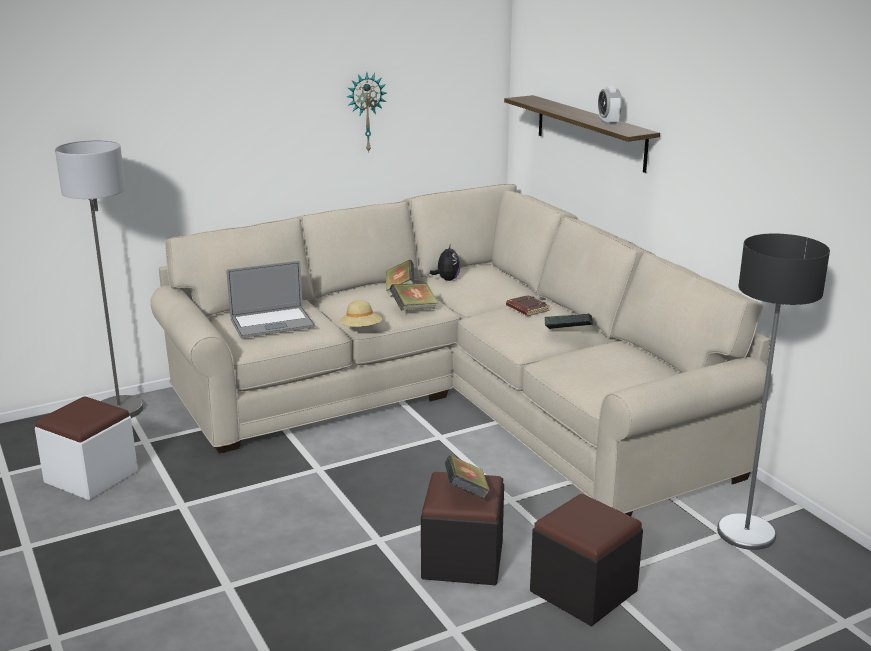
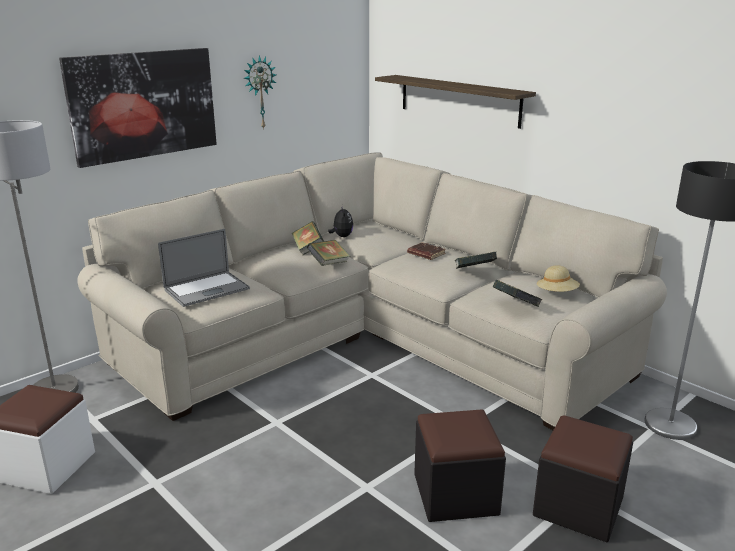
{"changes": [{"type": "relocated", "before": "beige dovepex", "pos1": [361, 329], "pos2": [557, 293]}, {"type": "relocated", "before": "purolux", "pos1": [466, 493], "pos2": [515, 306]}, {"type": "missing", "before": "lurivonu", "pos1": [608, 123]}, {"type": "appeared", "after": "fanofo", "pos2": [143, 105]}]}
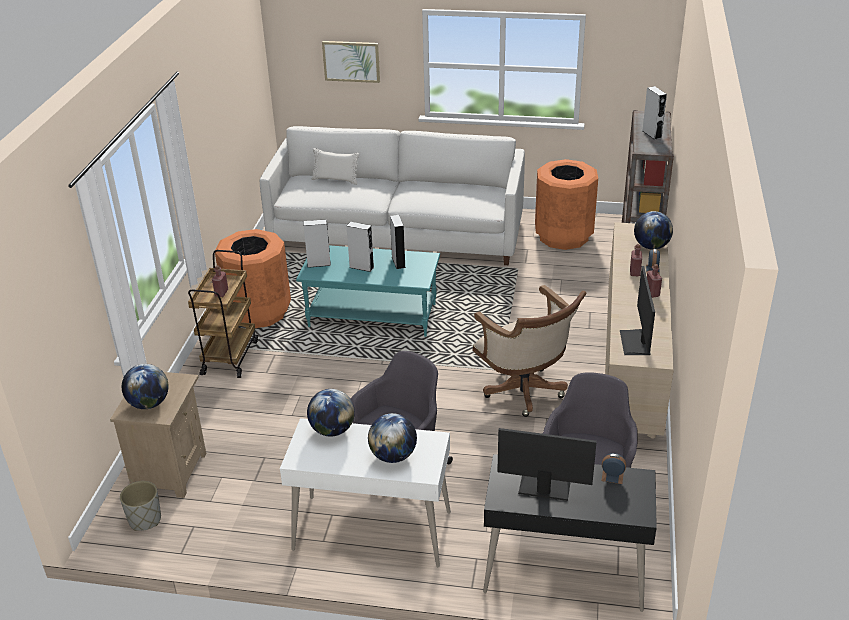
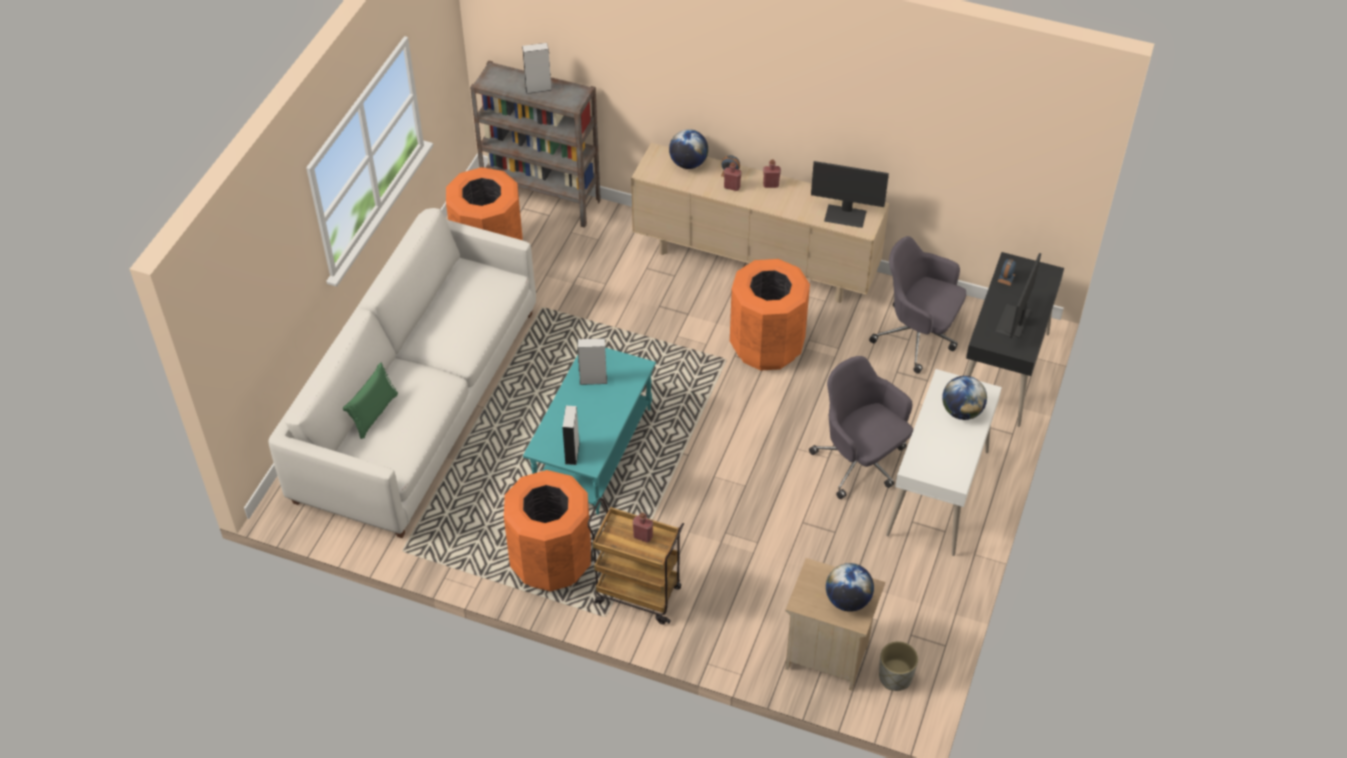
{"changes": [{"type": "missing", "before": "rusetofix", "pos1": [332, 430]}, {"type": "colour", "before": "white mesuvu", "after": "green mesuvu", "pos1": [336, 180], "pos2": [374, 413]}, {"type": "missing", "before": "fanofo", "pos1": [351, 61]}, {"type": "missing", "before": "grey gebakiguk", "pos1": [361, 267]}, {"type": "exchanged", "before": "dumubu", "after": "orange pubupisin", "pos1": [526, 392], "pos2": [767, 347]}]}
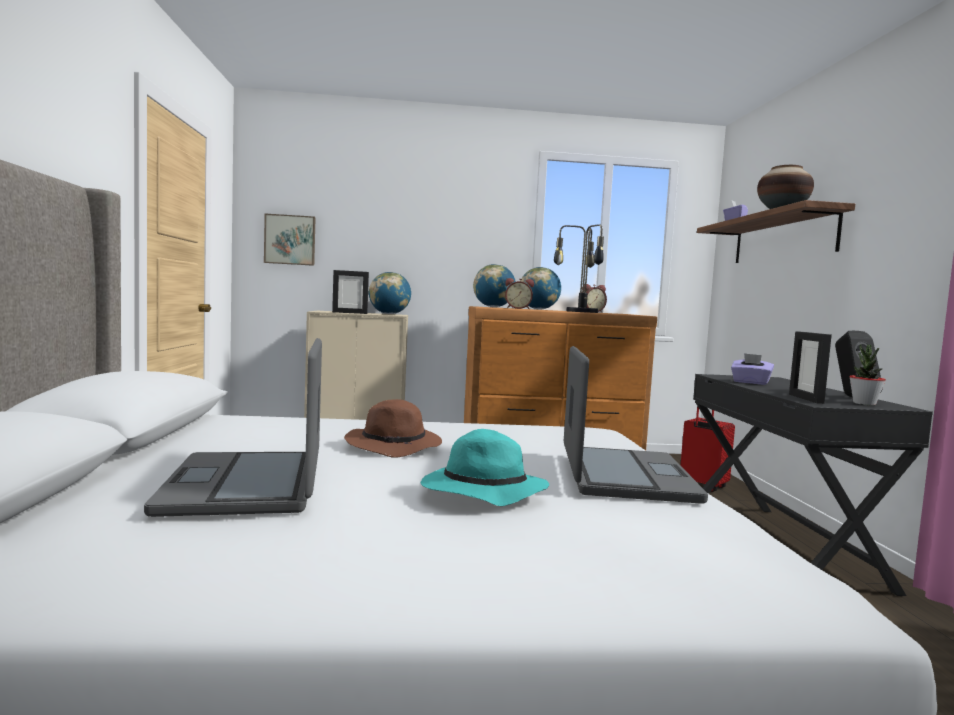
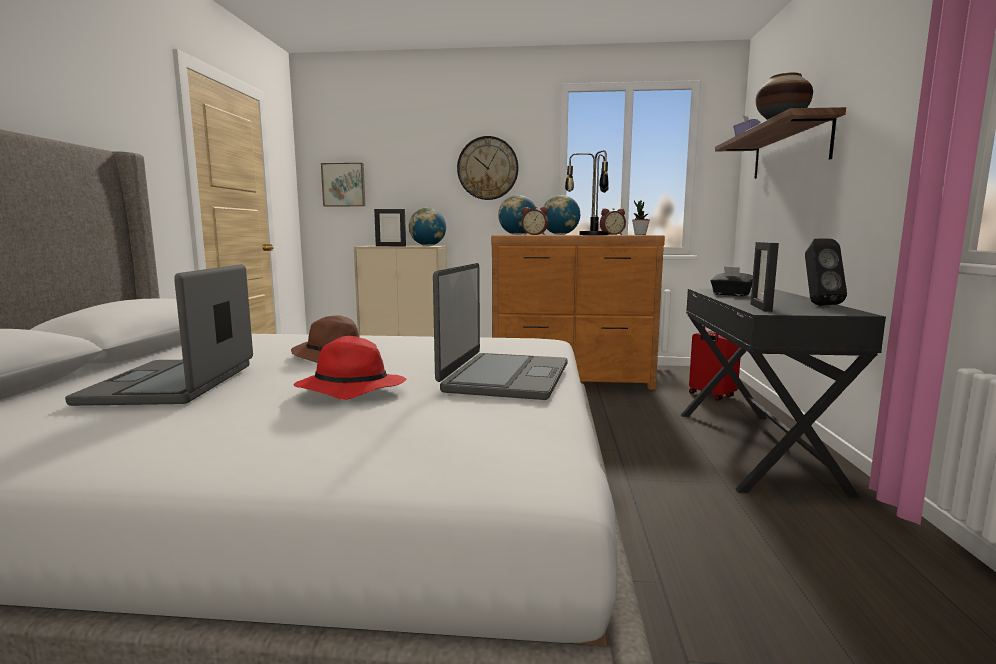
{"changes": [{"type": "colour", "before": "turquoise dovepex", "after": "red dovepex", "pos1": [481, 492], "pos2": [349, 389]}, {"type": "colour", "before": "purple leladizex", "after": "black leladizex", "pos1": [750, 382], "pos2": [730, 294]}, {"type": "relocated", "before": "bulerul", "pos1": [864, 403], "pos2": [640, 235]}, {"type": "appeared", "after": "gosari", "pos2": [487, 168]}]}
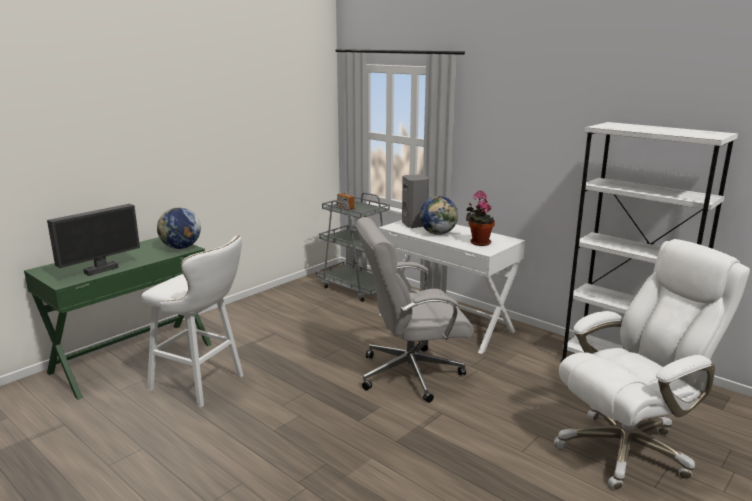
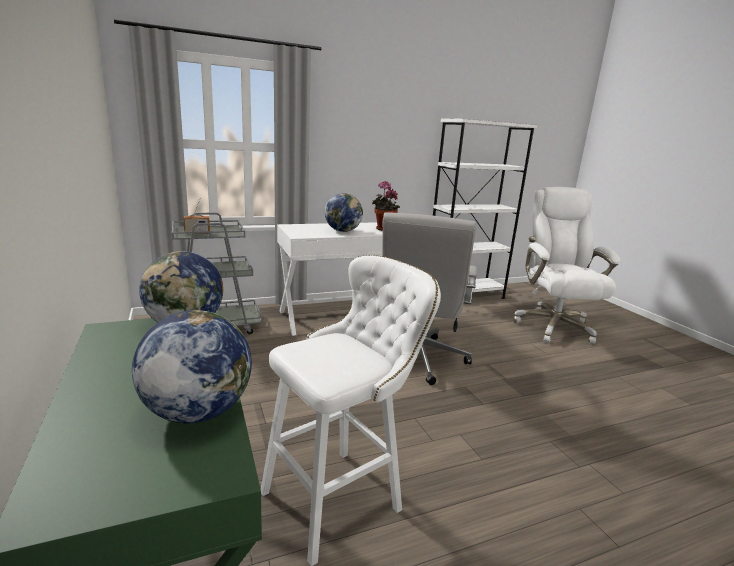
{"changes": [{"type": "exchanged", "before": "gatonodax", "after": "rusetofix", "pos1": [101, 270], "pos2": [197, 412]}, {"type": "missing", "before": "grey gebakiguk", "pos1": [415, 225]}]}
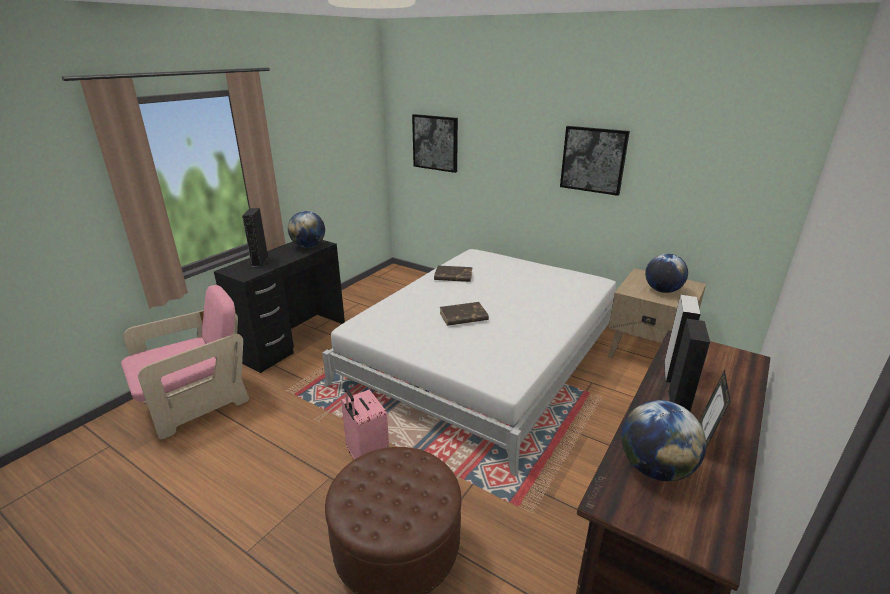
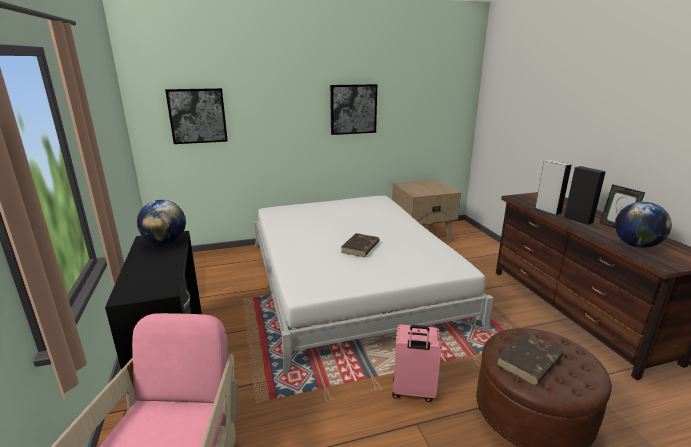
{"changes": [{"type": "missing", "before": "black gebakiguk", "pos1": [260, 261]}, {"type": "relocated", "before": "brown purolux", "pos1": [453, 276], "pos2": [529, 361]}, {"type": "missing", "before": "rusetofix", "pos1": [662, 290]}]}
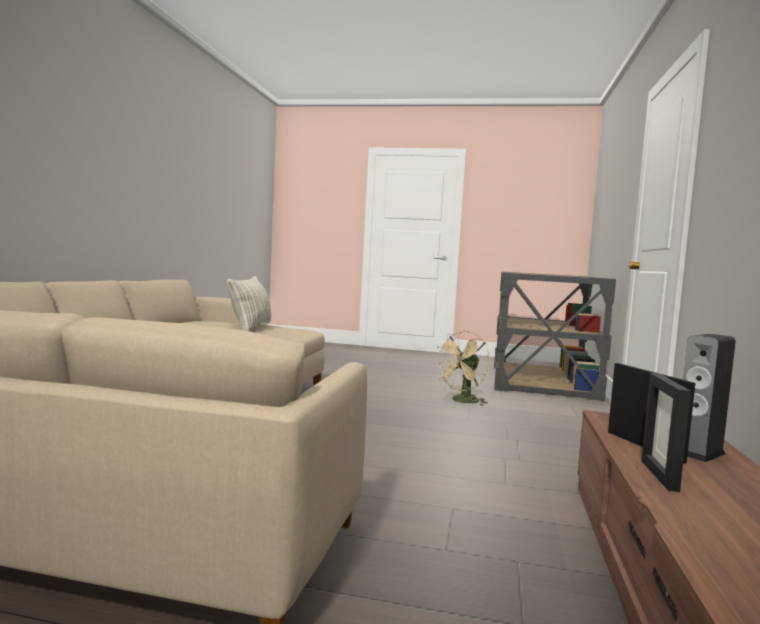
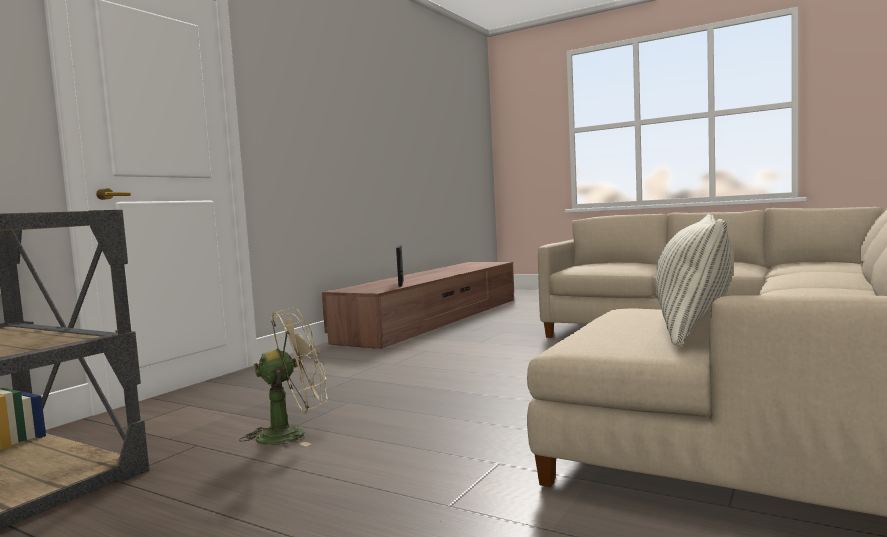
{"changes": [{"type": "missing", "before": "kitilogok", "pos1": [661, 475]}, {"type": "missing", "before": "gebakiguk", "pos1": [699, 453]}]}
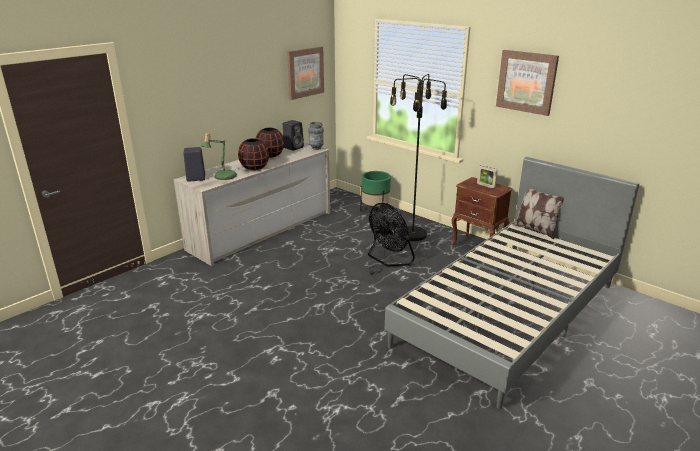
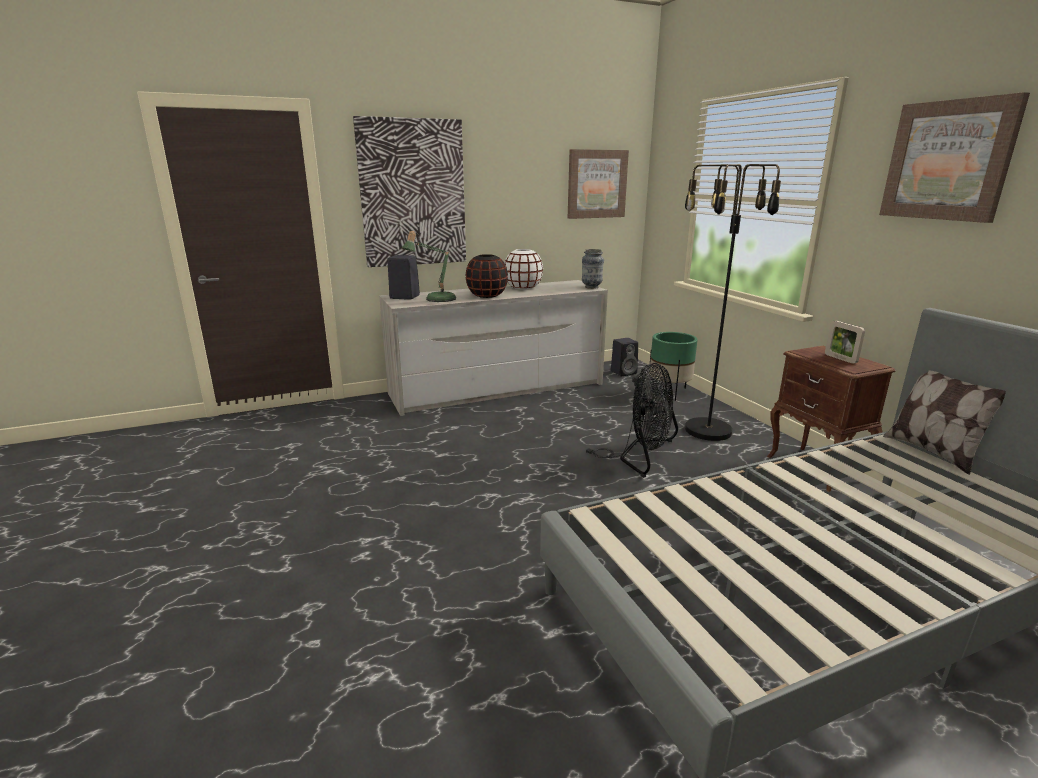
{"changes": [{"type": "colour", "before": "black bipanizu", "after": "white bipanizu", "pos1": [270, 155], "pos2": [523, 287]}, {"type": "relocated", "before": "black gebakiguk", "pos1": [293, 147], "pos2": [624, 372]}, {"type": "spun", "before": "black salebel", "pos1": [384, 259], "pos2": [639, 455], "turn": 45}, {"type": "appeared", "after": "fanofo", "pos2": [413, 194]}]}
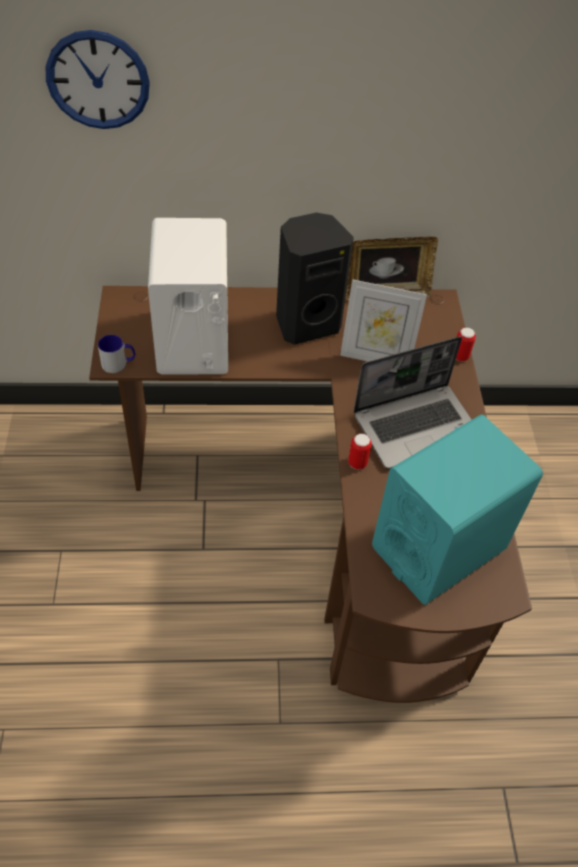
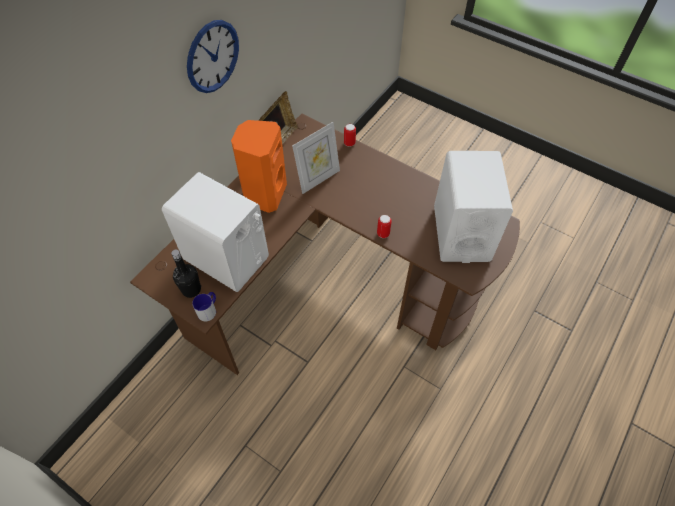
{"changes": [{"type": "relocated", "before": "gosari", "pos1": [98, 80], "pos2": [212, 56]}, {"type": "colour", "before": "black gebakiguk", "after": "orange gebakiguk", "pos1": [306, 323], "pos2": [264, 194]}, {"type": "missing", "before": "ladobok", "pos1": [417, 425]}, {"type": "colour", "before": "turquoise gebakiguk", "after": "white gebakiguk", "pos1": [438, 547], "pos2": [461, 233]}, {"type": "appeared", "after": "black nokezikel", "pos2": [191, 289]}]}
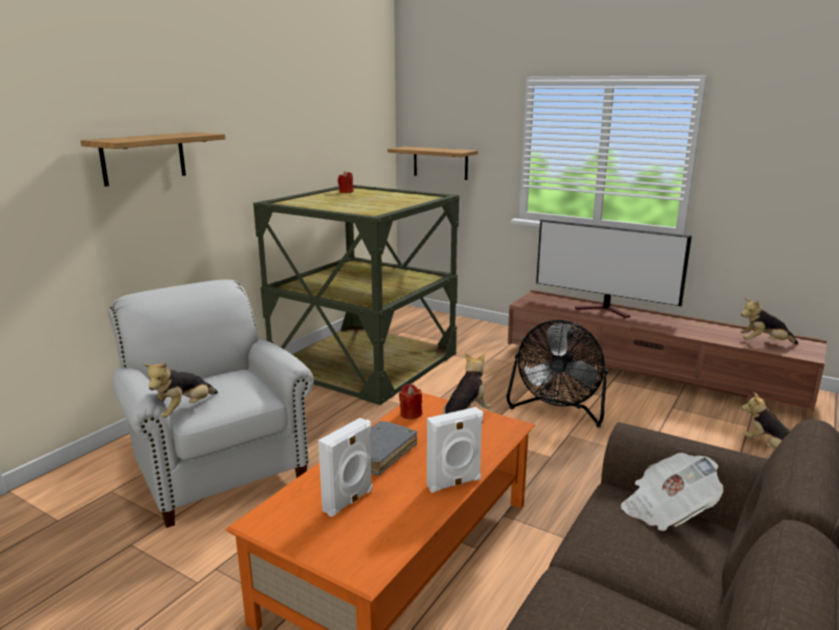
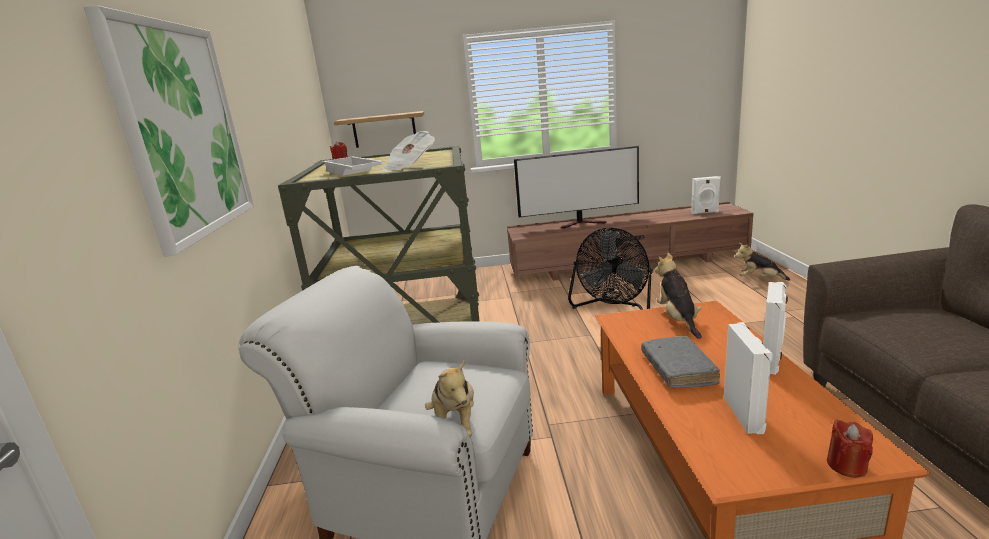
{"changes": [{"type": "exchanged", "before": "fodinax", "after": "fanofo", "pos1": [144, 158], "pos2": [184, 131]}, {"type": "relocated", "before": "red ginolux", "pos1": [410, 414], "pos2": [846, 465]}, {"type": "spun", "before": "black salebel", "pos1": [555, 409], "pos2": [612, 307], "turn": 45}, {"type": "relocated", "before": "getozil", "pos1": [667, 510], "pos2": [409, 166]}, {"type": "exchanged", "before": "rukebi", "after": "white gebakiguk", "pos1": [764, 343], "pos2": [705, 212]}, {"type": "appeared", "after": "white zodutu", "pos2": [352, 172]}]}
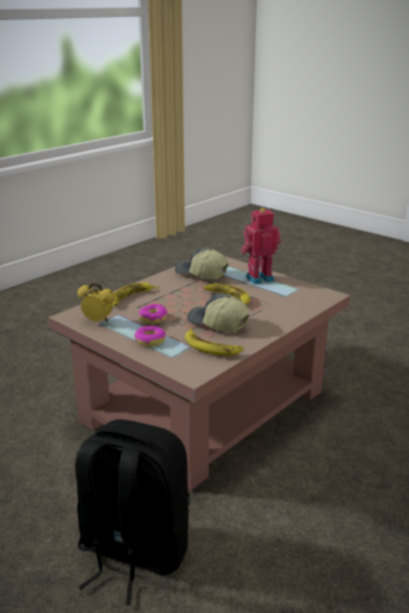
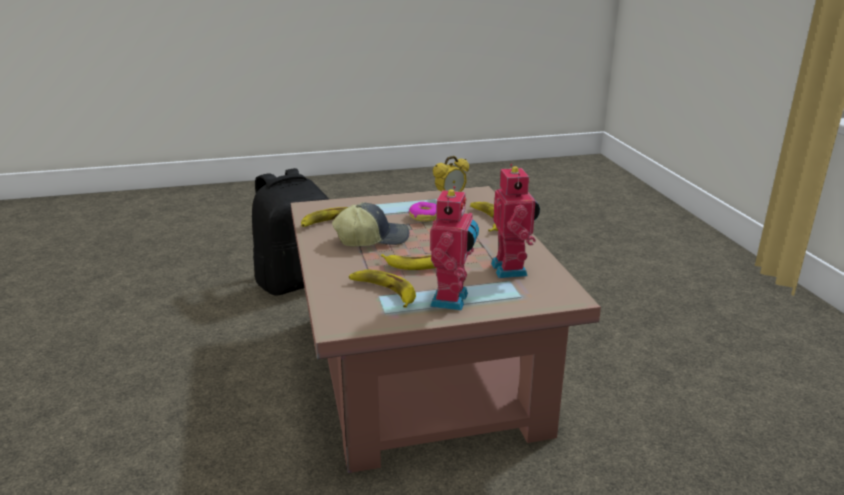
{"changes": [{"type": "missing", "before": "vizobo", "pos1": [150, 340]}, {"type": "exchanged", "before": "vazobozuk", "after": "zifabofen", "pos1": [200, 274], "pos2": [512, 269]}, {"type": "appeared", "after": "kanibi", "pos2": [384, 292]}]}
